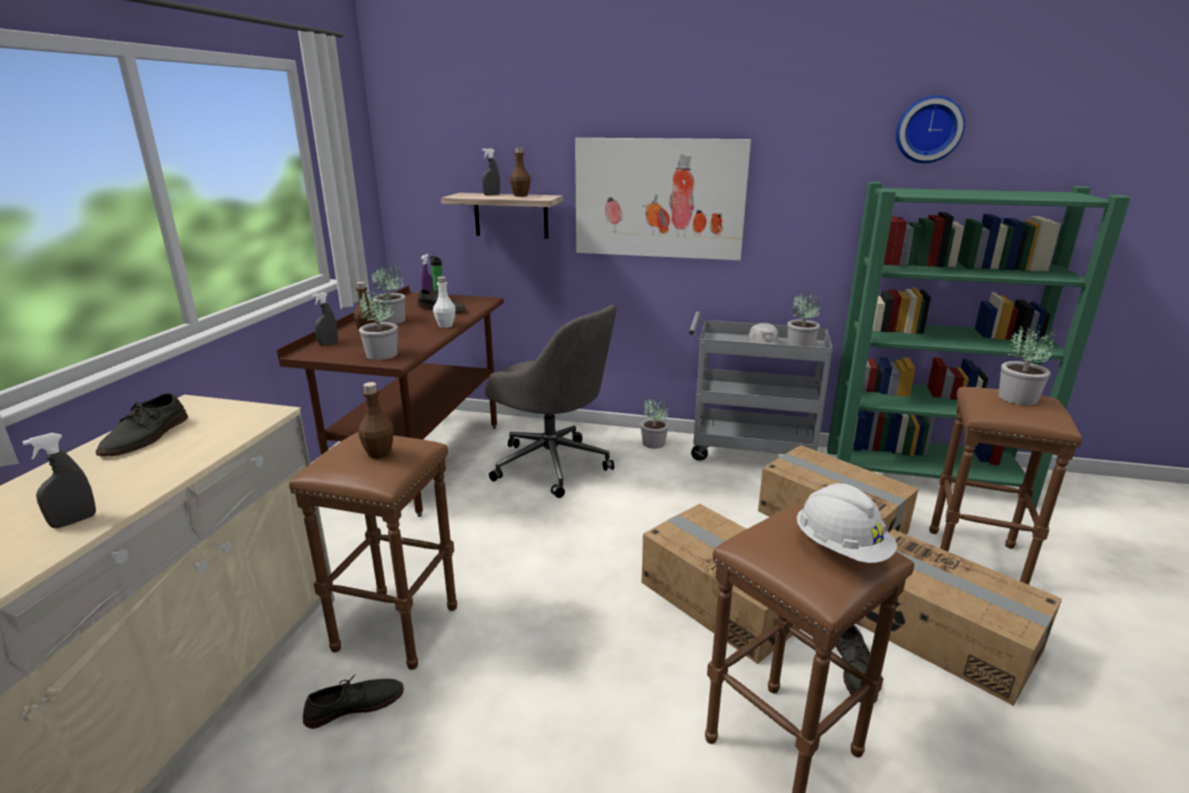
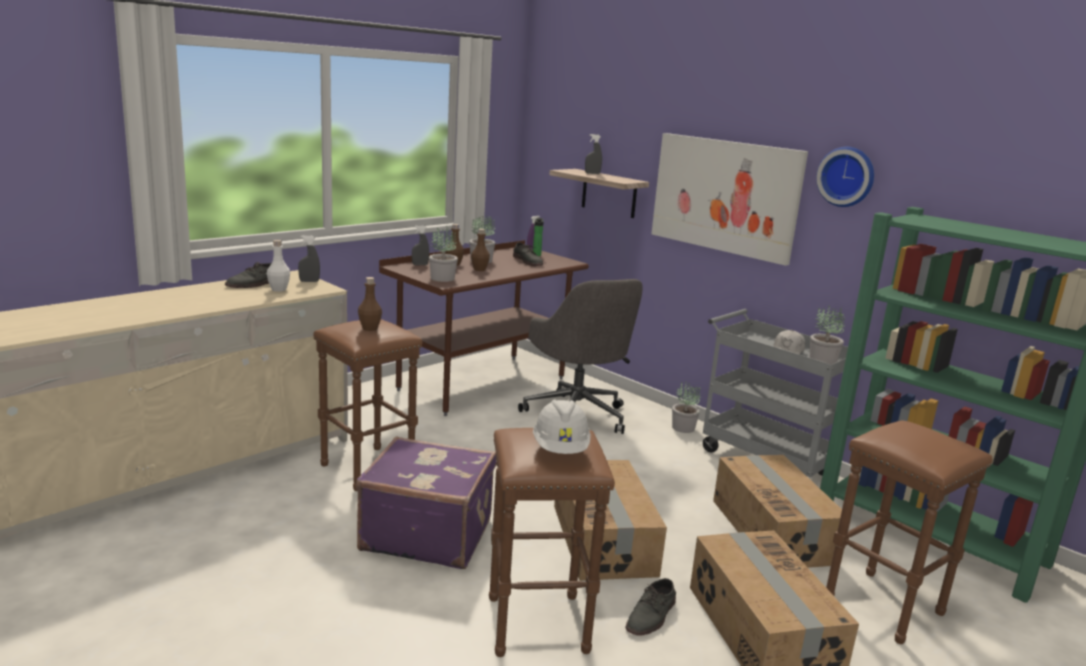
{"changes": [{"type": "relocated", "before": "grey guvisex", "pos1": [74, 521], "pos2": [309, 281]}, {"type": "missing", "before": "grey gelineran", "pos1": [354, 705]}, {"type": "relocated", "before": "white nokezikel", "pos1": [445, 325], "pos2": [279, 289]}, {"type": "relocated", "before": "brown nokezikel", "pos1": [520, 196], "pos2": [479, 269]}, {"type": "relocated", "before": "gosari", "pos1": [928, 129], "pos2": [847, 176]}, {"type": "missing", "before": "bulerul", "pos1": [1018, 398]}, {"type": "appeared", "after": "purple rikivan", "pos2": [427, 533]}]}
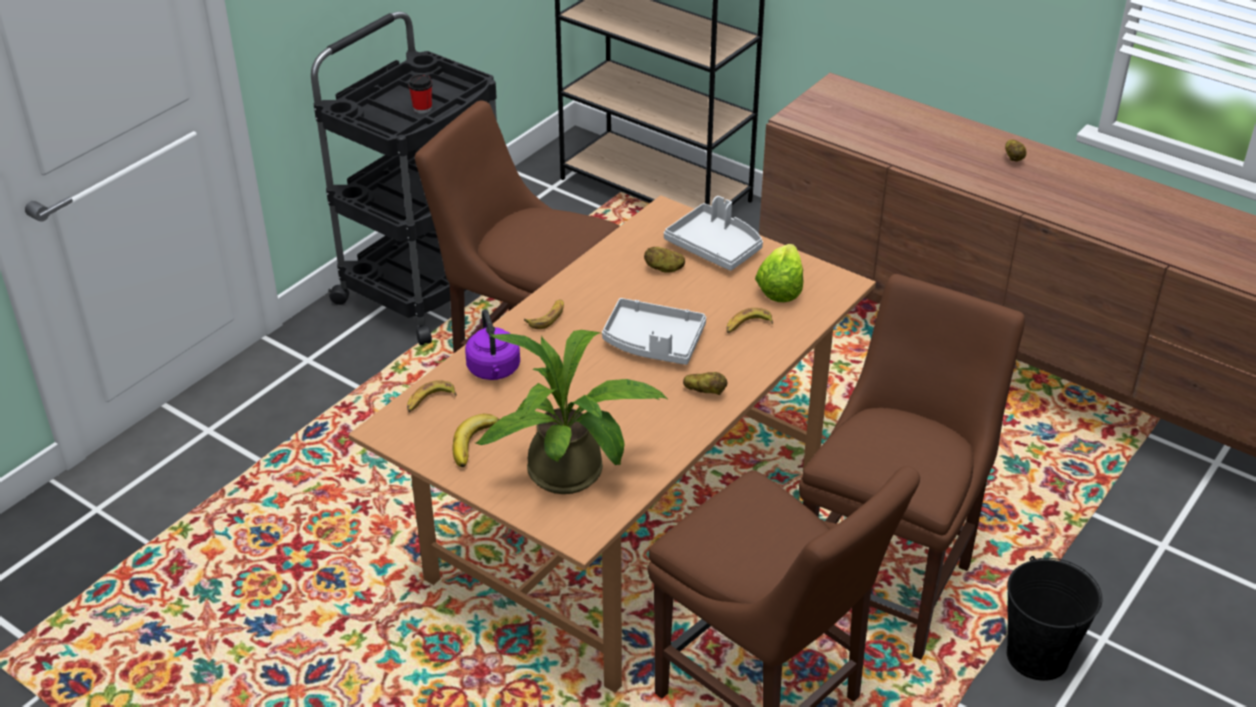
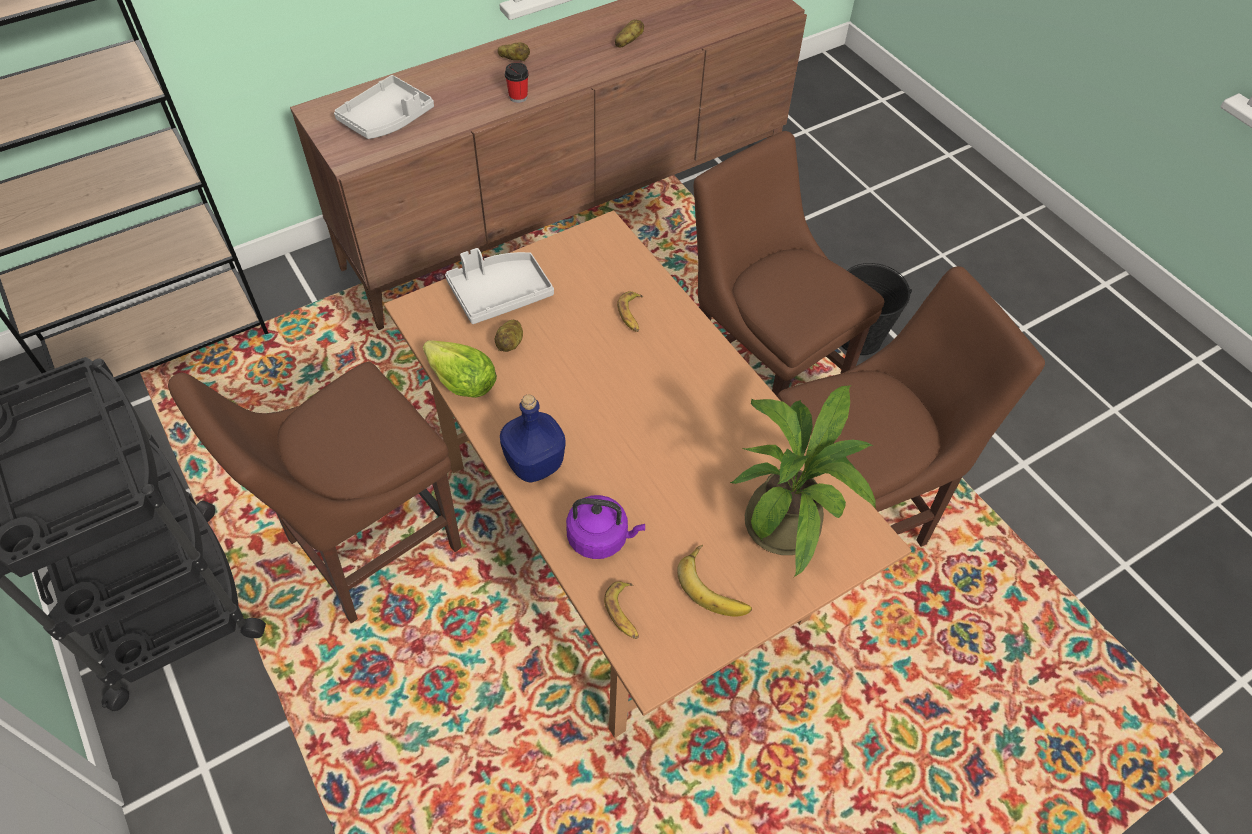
{"changes": [{"type": "relocated", "before": "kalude", "pos1": [422, 108], "pos2": [518, 97]}, {"type": "exchanged", "before": "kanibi", "after": "blue nokezikel", "pos1": [547, 317], "pos2": [535, 463]}, {"type": "relocated", "before": "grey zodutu", "pos1": [653, 343], "pos2": [387, 119]}, {"type": "relocated", "before": "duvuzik", "pos1": [705, 392], "pos2": [628, 42]}, {"type": "relocated", "before": "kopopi", "pos1": [780, 288], "pos2": [461, 382]}]}
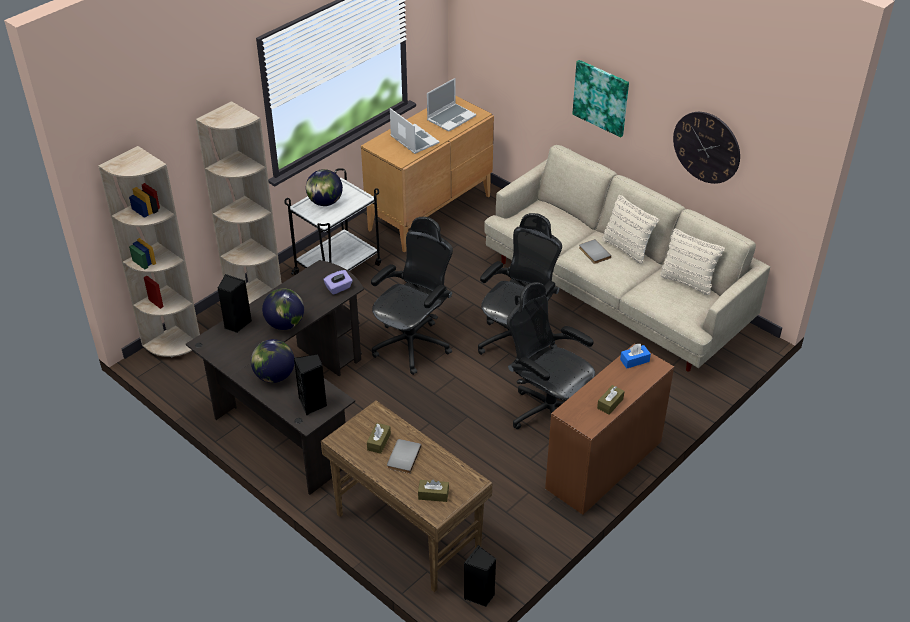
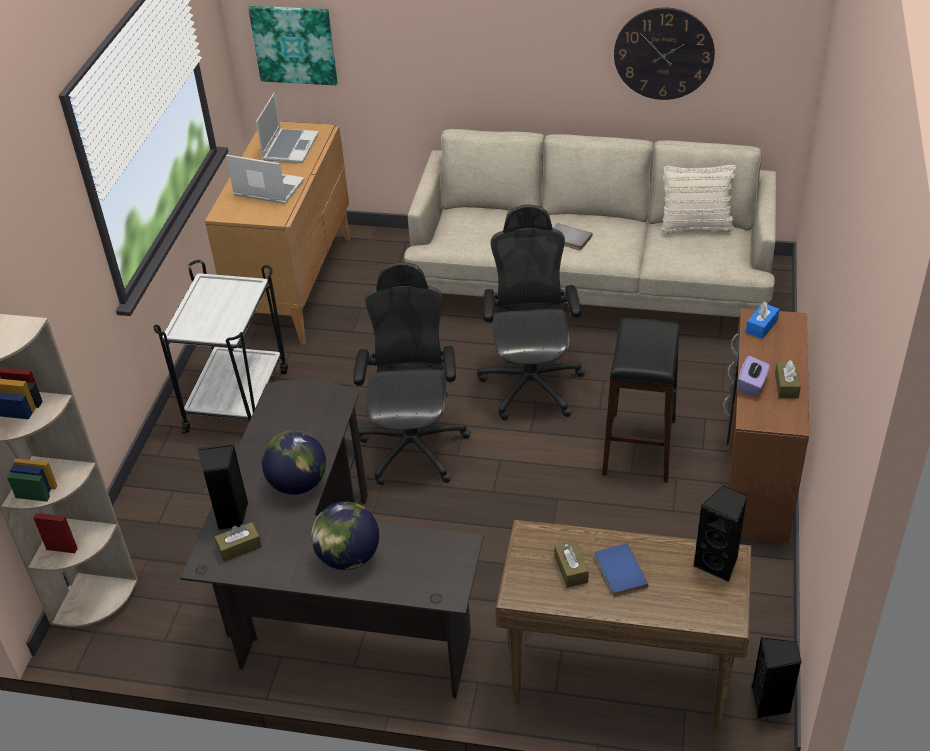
{"changes": [{"type": "missing", "before": "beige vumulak", "pos1": [255, 299]}, {"type": "relocated", "before": "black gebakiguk", "pos1": [313, 404], "pos2": [718, 563]}, {"type": "missing", "before": "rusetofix", "pos1": [325, 202]}, {"type": "relocated", "before": "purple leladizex", "pos1": [338, 288], "pos2": [752, 384]}, {"type": "colour", "before": "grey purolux", "after": "blue purolux", "pos1": [402, 457], "pos2": [618, 572]}, {"type": "relocated", "before": "brown leladizex", "pos1": [433, 494], "pos2": [239, 547]}, {"type": "exchanged", "before": "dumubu", "after": "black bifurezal", "pos1": [547, 410], "pos2": [639, 446]}, {"type": "relocated", "before": "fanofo", "pos1": [601, 97], "pos2": [294, 44]}, {"type": "missing", "before": "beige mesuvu", "pos1": [627, 249]}]}
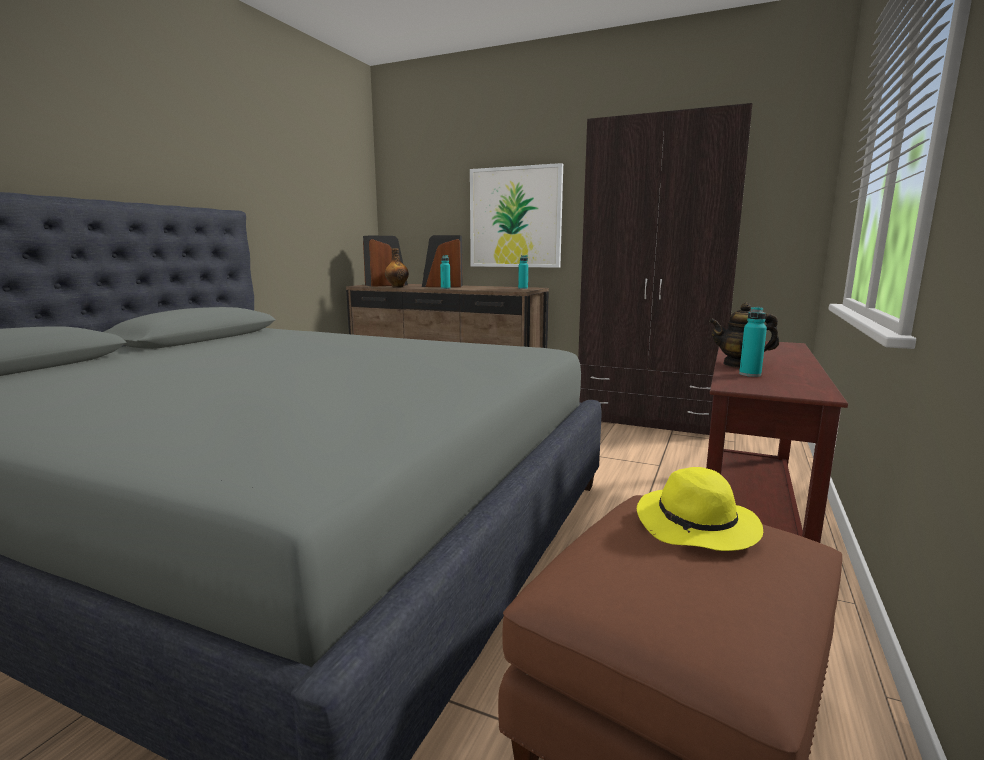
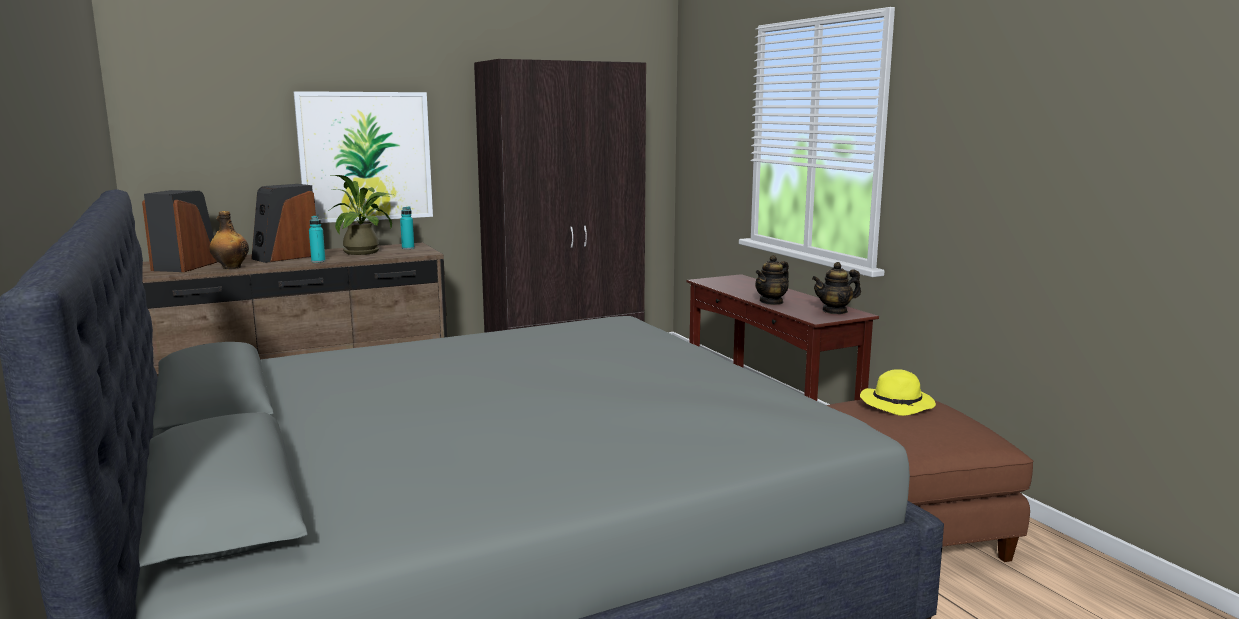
{"changes": [{"type": "missing", "before": "turquoise nokezikel", "pos1": [750, 374]}, {"type": "appeared", "after": "bulerul", "pos2": [366, 252]}, {"type": "appeared", "after": "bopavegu", "pos2": [835, 311]}]}
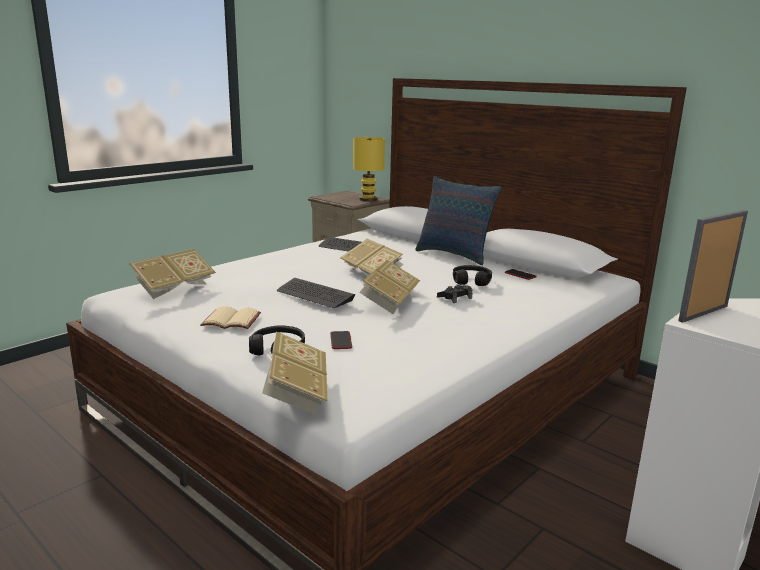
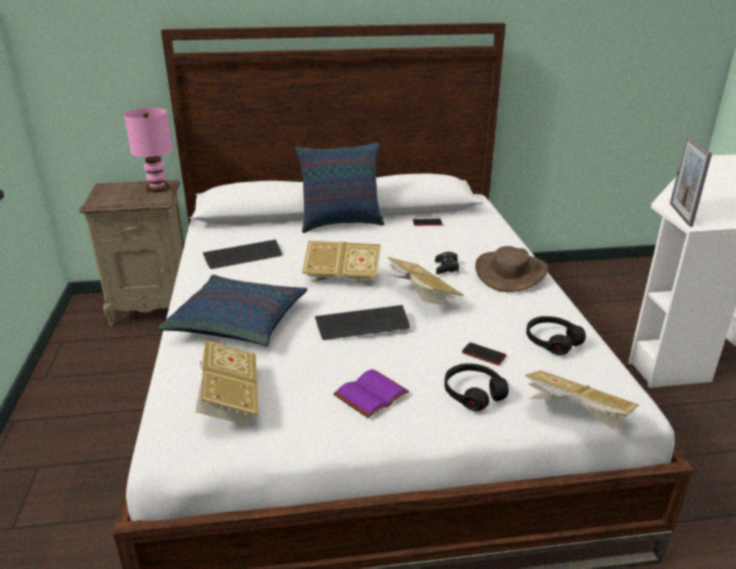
{"changes": [{"type": "colour", "before": "beige purolux", "after": "purple purolux", "pos1": [232, 320], "pos2": [370, 393]}, {"type": "colour", "before": "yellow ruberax", "after": "pink ruberax", "pos1": [368, 199], "pos2": [158, 188]}, {"type": "relocated", "before": "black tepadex", "pos1": [471, 281], "pos2": [552, 341]}, {"type": "appeared", "after": "blue mesuvu", "pos2": [239, 323]}, {"type": "appeared", "after": "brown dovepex", "pos2": [511, 273]}]}
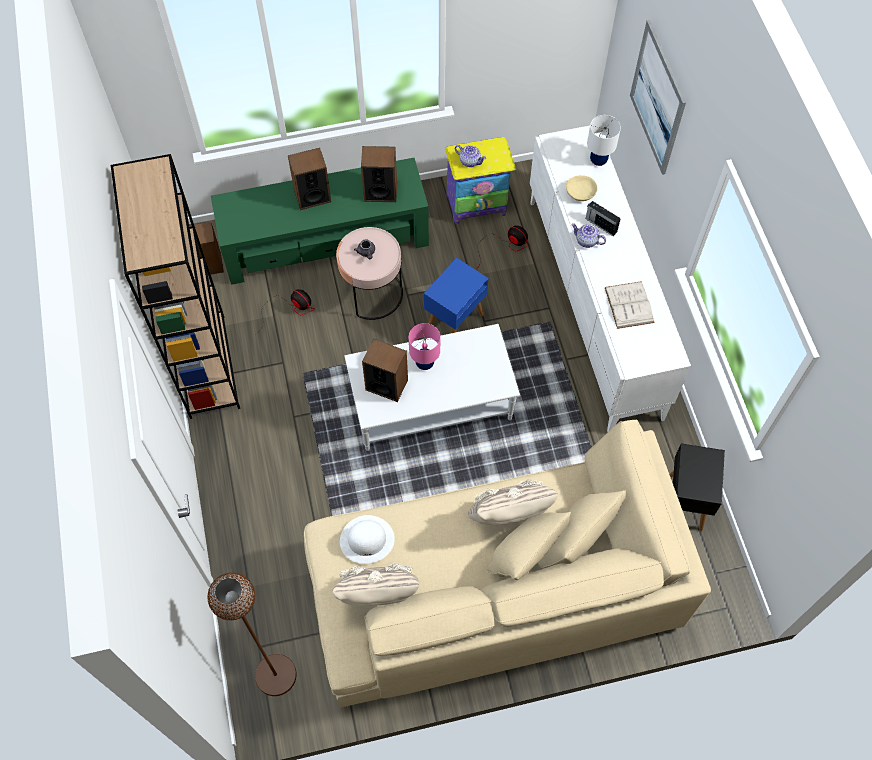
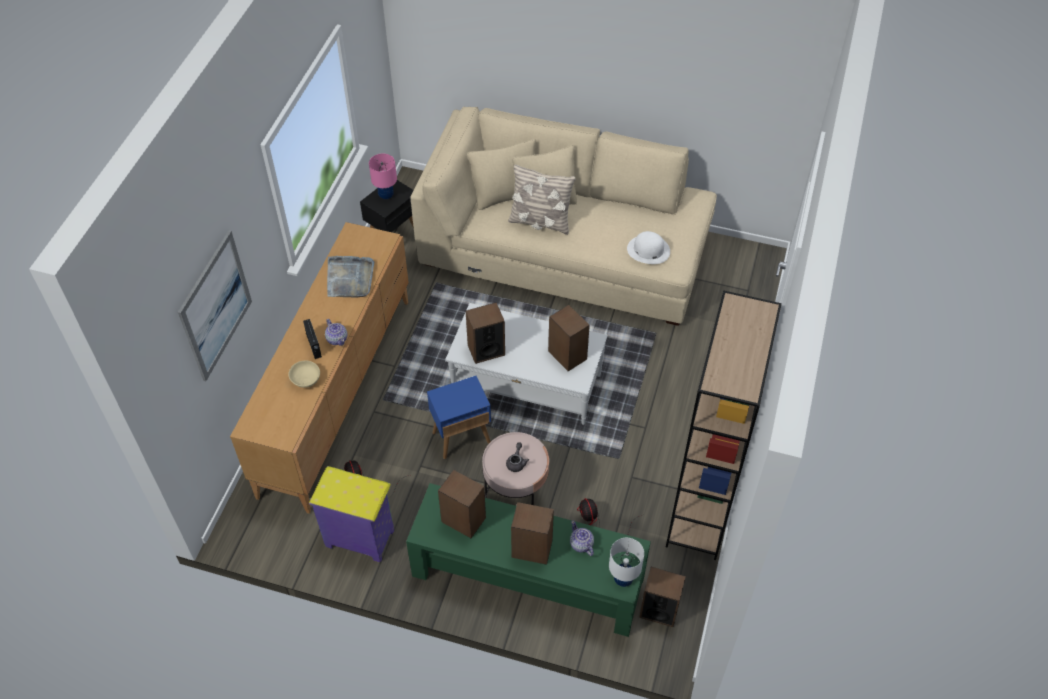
{"changes": [{"type": "missing", "before": "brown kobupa", "pos1": [275, 675]}, {"type": "missing", "before": "beige mesuvu", "pos1": [378, 595]}, {"type": "relocated", "before": "pink ruberax", "pos1": [425, 364], "pos2": [386, 195]}, {"type": "relocated", "before": "bopavegu", "pos1": [469, 161], "pos2": [581, 544]}, {"type": "colour", "before": "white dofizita", "after": "brown dofizita", "pos1": [595, 307], "pos2": [336, 393]}, {"type": "relocated", "before": "white ruberax", "pos1": [598, 161], "pos2": [624, 579]}, {"type": "exchanged", "before": "white purolux", "after": "grey zodutu", "pos1": [629, 305], "pos2": [350, 278]}, {"type": "appeared", "after": "gebakiguk", "pos2": [486, 350]}]}
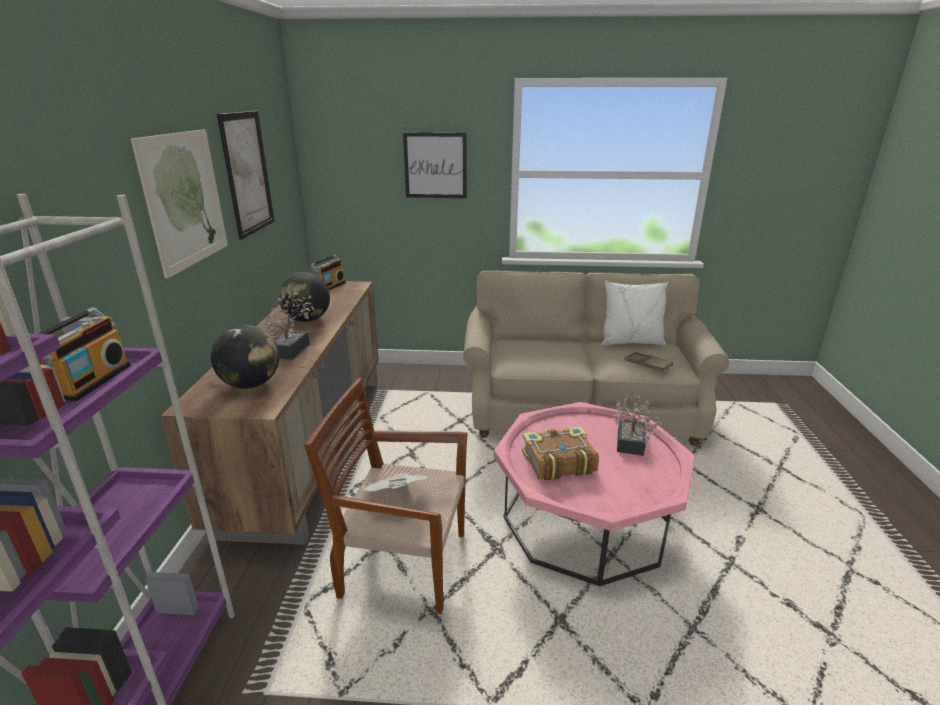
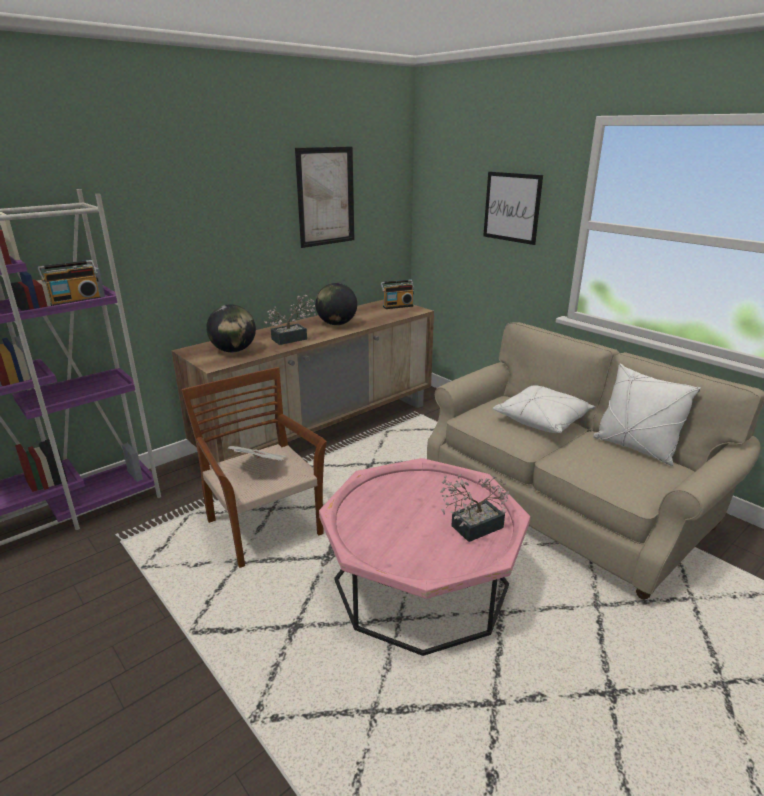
{"changes": [{"type": "missing", "before": "fanofo", "pos1": [185, 200]}, {"type": "missing", "before": "purolux", "pos1": [557, 461]}, {"type": "missing", "before": "brown zodutu", "pos1": [647, 364]}, {"type": "appeared", "after": "white mesuvu", "pos2": [542, 420]}]}
